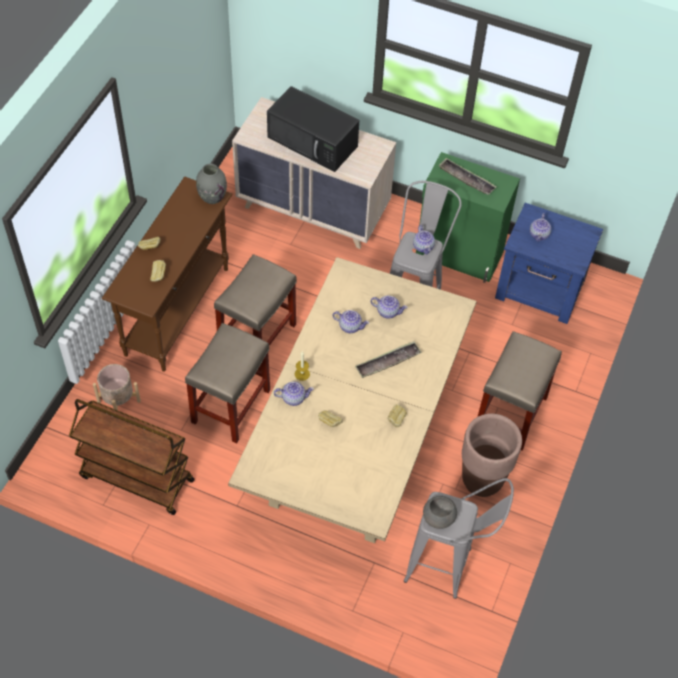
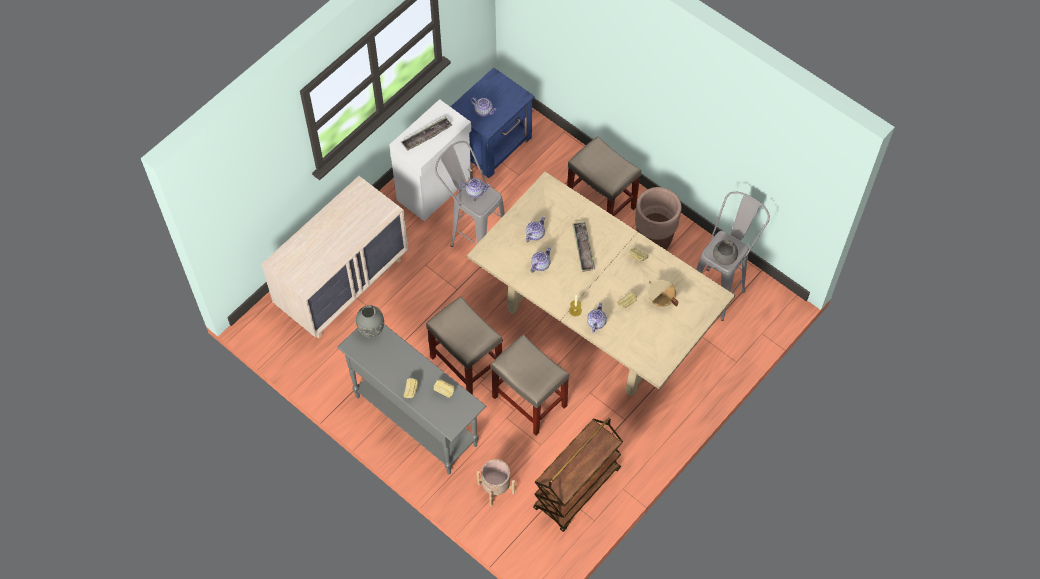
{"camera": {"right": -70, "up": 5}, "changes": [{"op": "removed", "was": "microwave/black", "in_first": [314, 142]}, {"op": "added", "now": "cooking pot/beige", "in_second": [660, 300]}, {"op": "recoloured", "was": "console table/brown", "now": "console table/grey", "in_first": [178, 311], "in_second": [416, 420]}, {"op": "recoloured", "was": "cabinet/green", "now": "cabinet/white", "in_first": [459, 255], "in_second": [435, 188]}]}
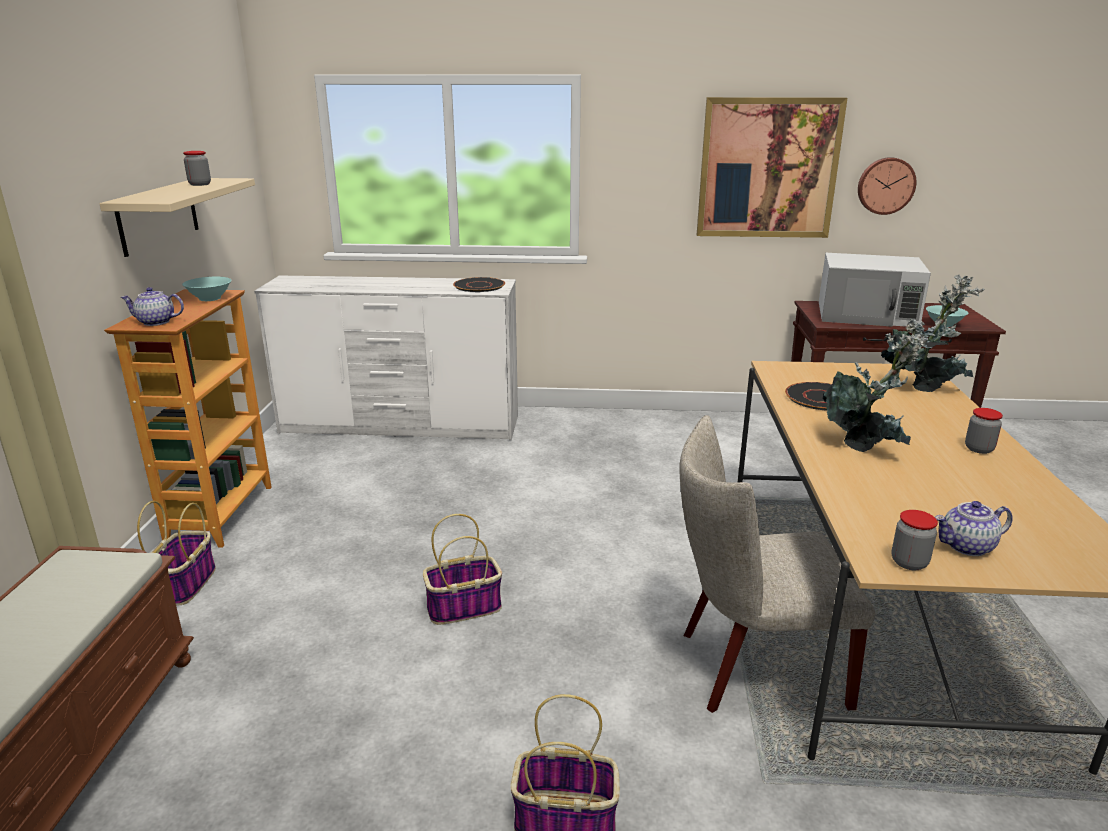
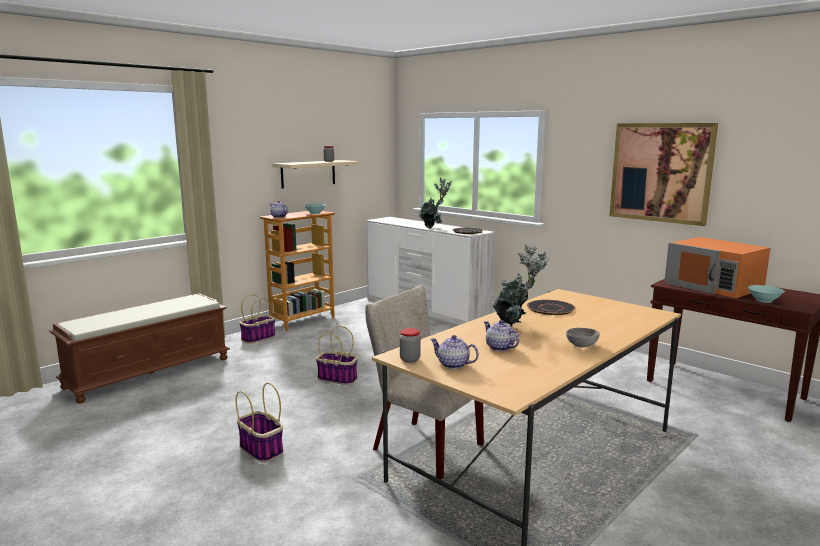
{"camera": {"right": 40, "up": -10}, "changes": [{"op": "removed", "was": "wall clock", "in_first": [885, 185]}, {"op": "added", "now": "teapot", "in_second": [499, 347]}, {"op": "moved", "was": "potted plant", "in_first": [924, 386], "in_second": [433, 228]}, {"op": "replaced", "was": "jar", "now": "bowl/grey", "in_first": [979, 449], "in_second": [581, 345]}, {"op": "recoloured", "was": "microwave/white", "now": "microwave/orange", "in_first": [867, 314], "in_second": [714, 286]}]}
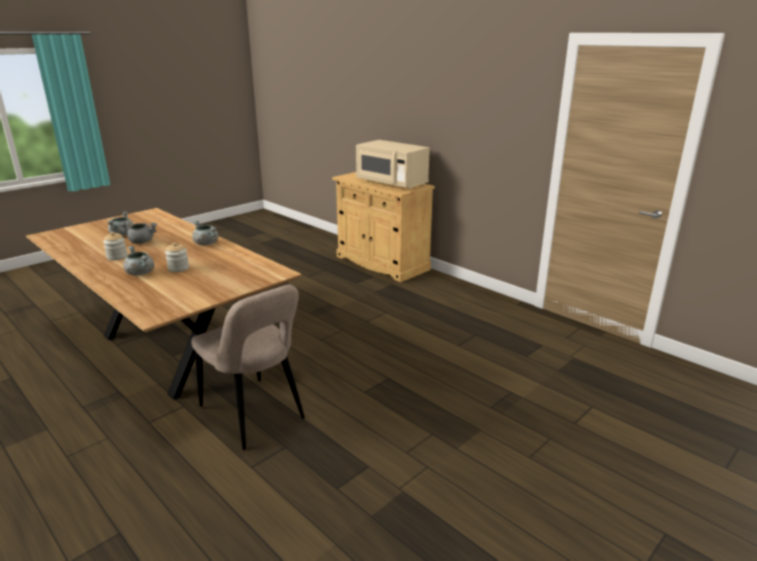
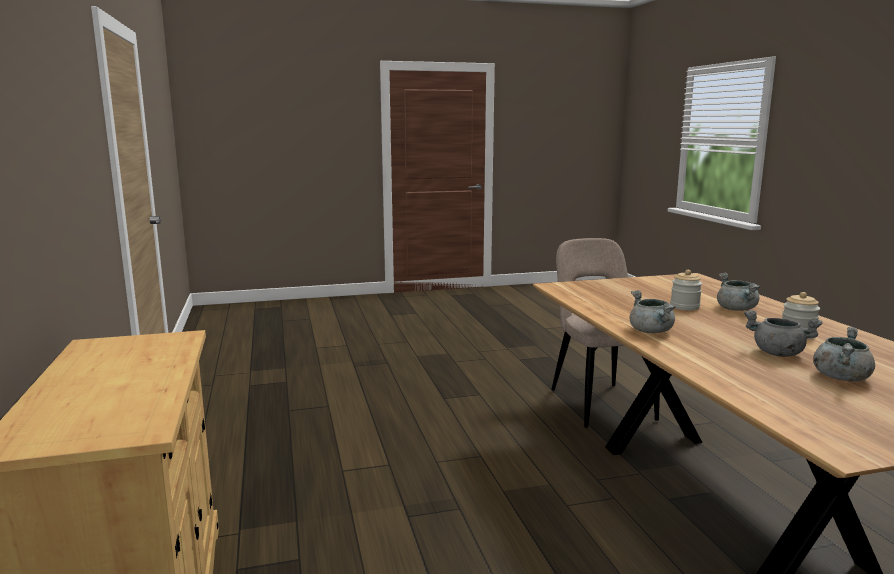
{"camera": {"right": -150, "up": -10}, "changes": [{"op": "removed", "was": "microwave/beige", "in_first": [392, 183]}]}
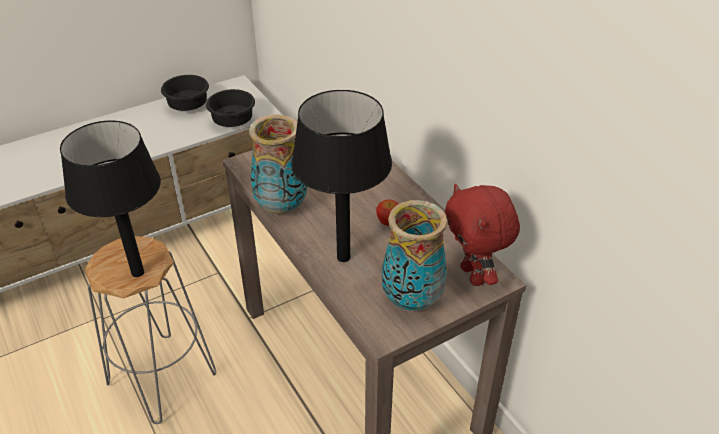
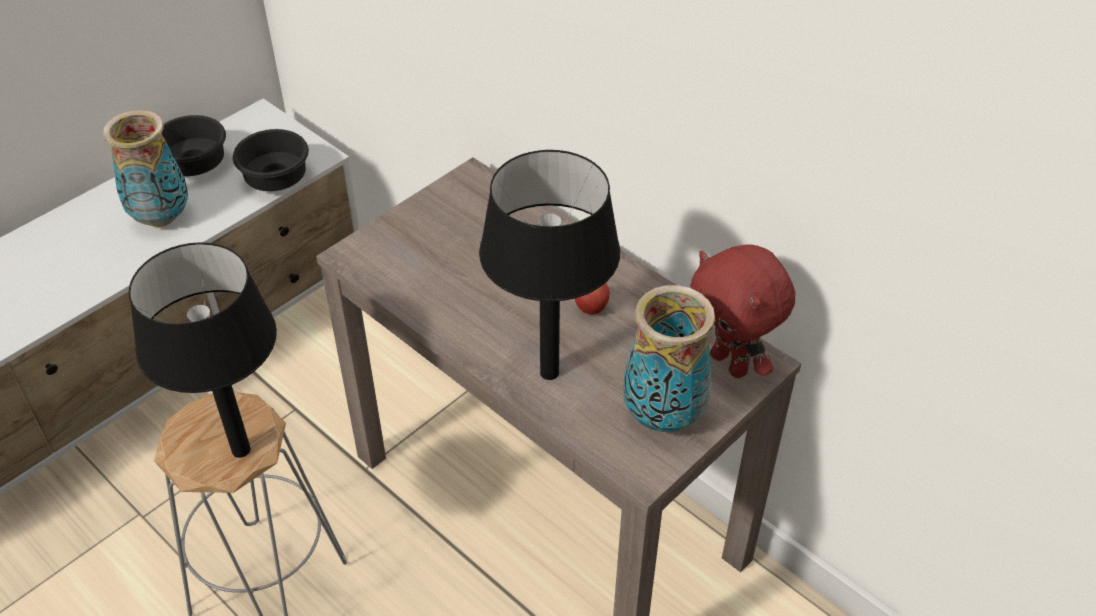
{"camera": {"right": -15, "up": 5}, "changes": [{"op": "moved", "was": "vase", "in_first": [281, 207], "in_second": [162, 218]}]}
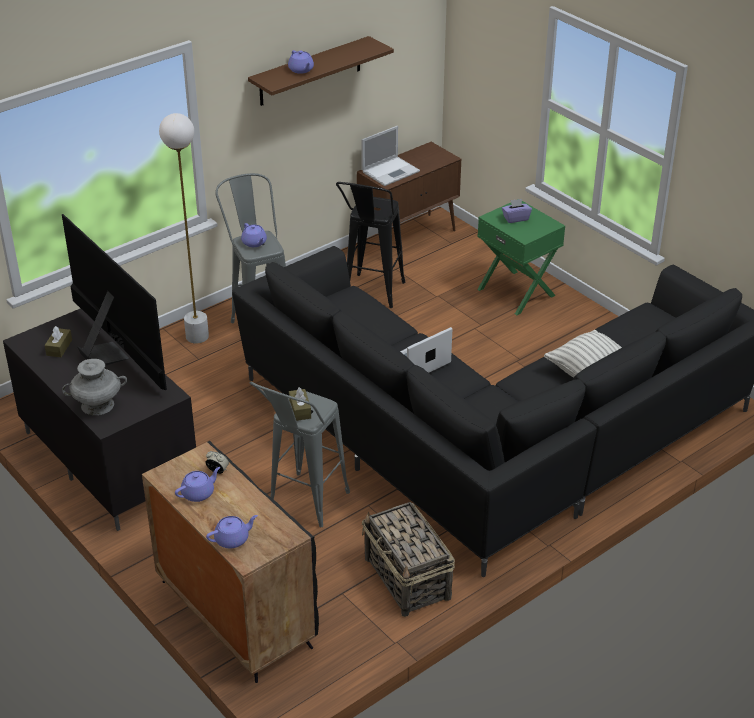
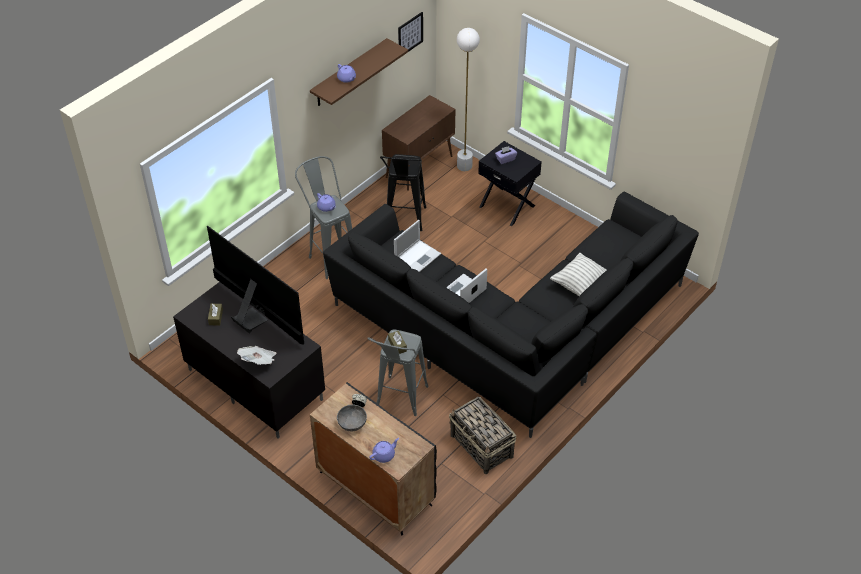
{"camera": {"right": -10, "up": 10}, "changes": [{"op": "added", "now": "picture", "in_second": [410, 34]}, {"op": "moved", "was": "floor lamp/white", "in_first": [197, 337], "in_second": [464, 166]}, {"op": "moved", "was": "laptop", "in_first": [391, 171], "in_second": [418, 256]}, {"op": "replaced", "was": "vase/grey", "now": "newspaper", "in_first": [98, 405], "in_second": [259, 361]}, {"op": "replaced", "was": "teapot/purple", "now": "bowl/grey", "in_first": [198, 493], "in_second": [352, 423]}, {"op": "recoloured", "was": "nightstand/green", "now": "nightstand/black", "in_first": [517, 292], "in_second": [507, 206]}]}
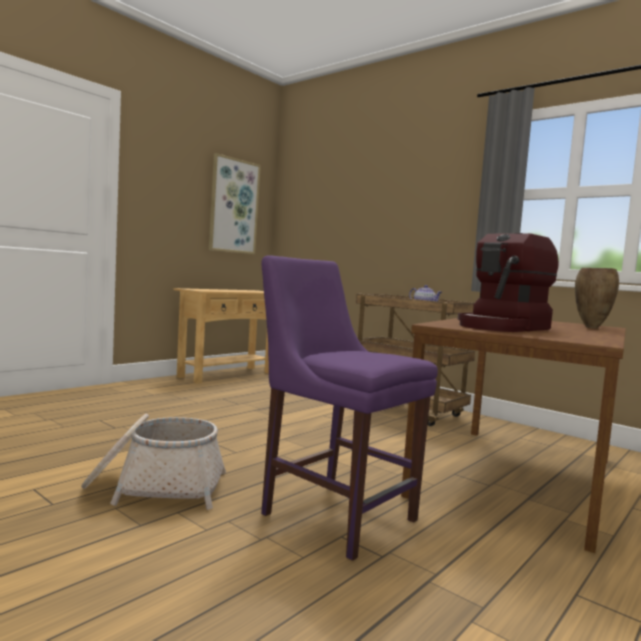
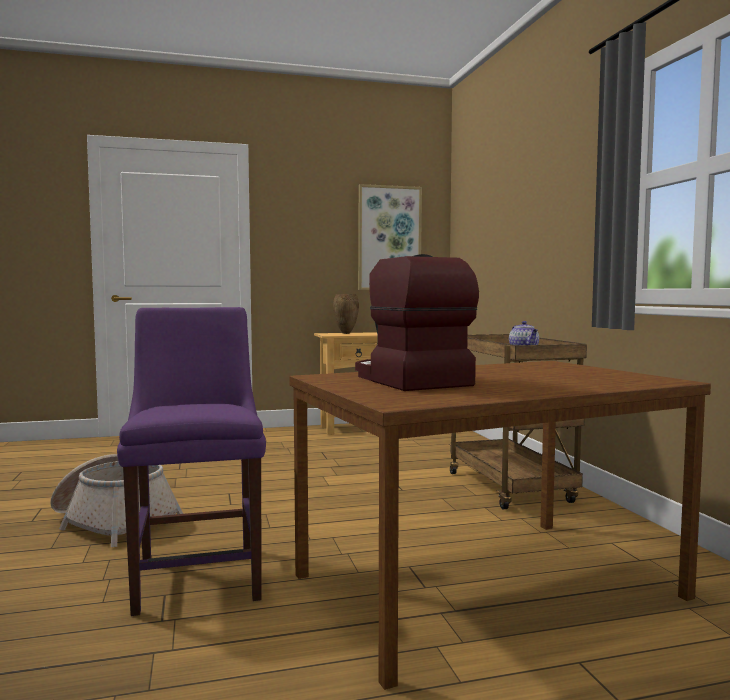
{"camera": {"right": 35, "up": 0}, "changes": [{"op": "moved", "was": "vase/brown", "in_first": [590, 327], "in_second": [345, 333]}, {"op": "turned", "was": "coffee machine", "in_first": [504, 327], "in_second": [408, 380], "clockwise": 75}]}
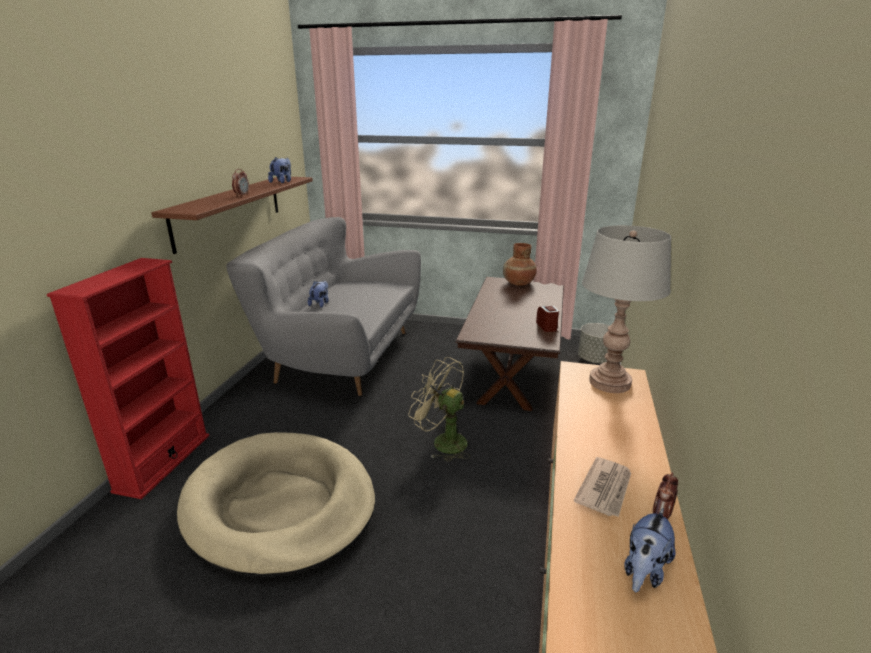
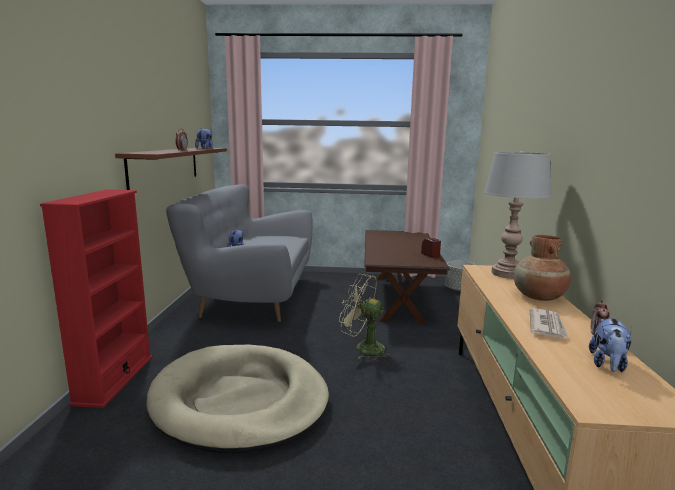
{"camera": {"right": -10, "up": -10}, "changes": [{"op": "moved", "was": "vase/brown", "in_first": [518, 283], "in_second": [538, 297]}]}
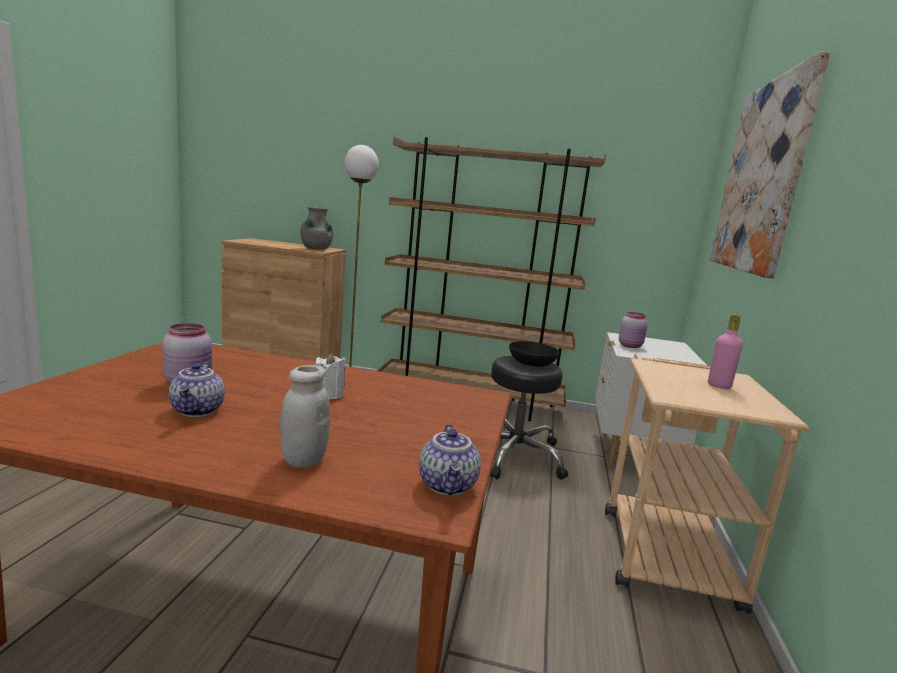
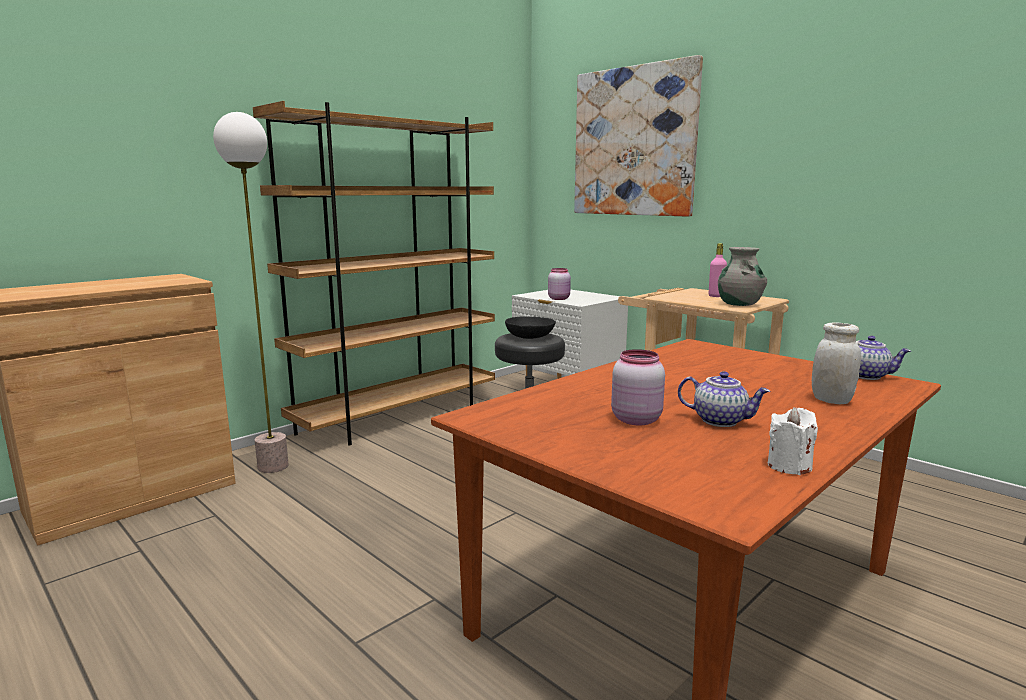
{"camera": {"right": -55, "up": 0}, "changes": [{"op": "moved", "was": "vase/grey", "in_first": [316, 249], "in_second": [739, 304]}, {"op": "moved", "was": "candle/white", "in_first": [329, 394], "in_second": [789, 466]}]}
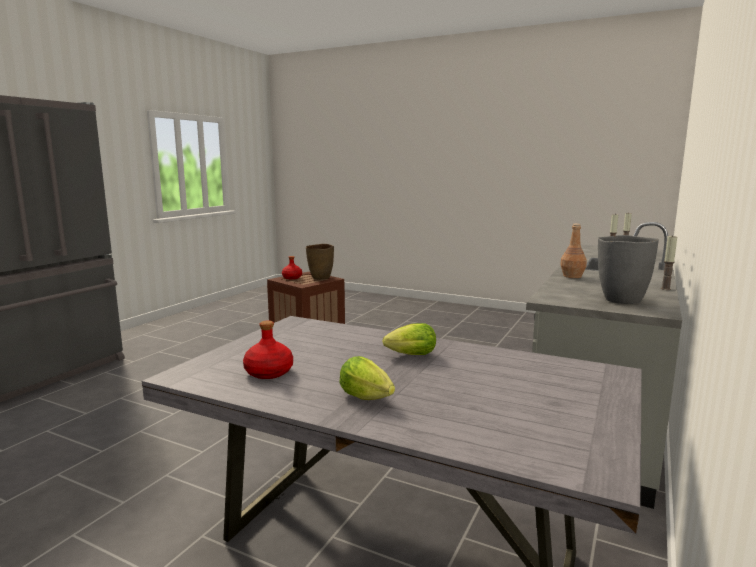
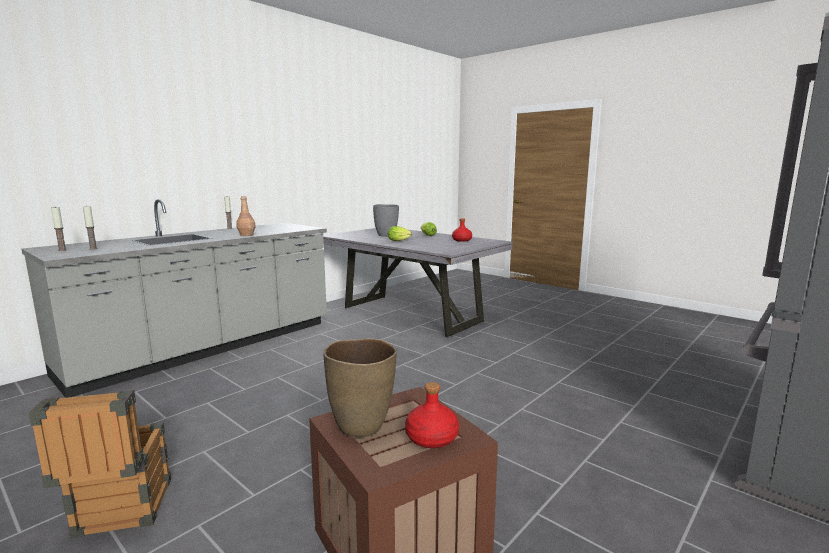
{"camera": {"right": -165, "up": 0}, "changes": [{"op": "added", "now": "crate", "in_second": [119, 515]}, {"op": "moved", "was": "vase/grey", "in_first": [621, 300], "in_second": [386, 235]}]}
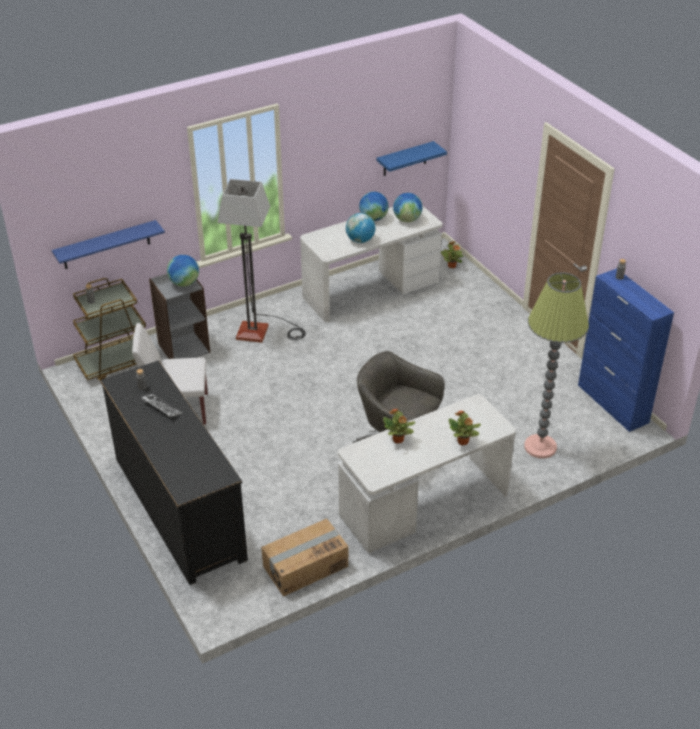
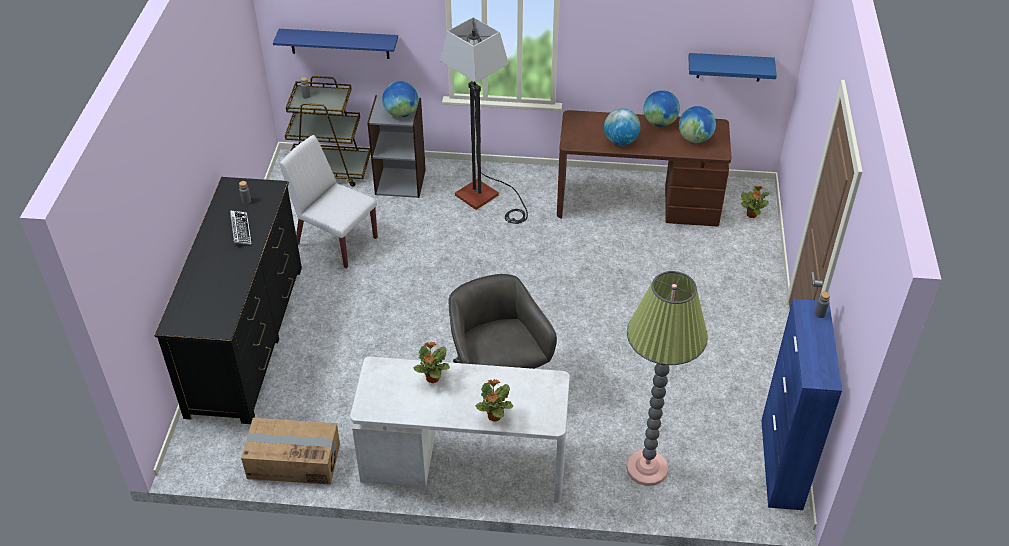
{"camera": {"right": 35, "up": 5}, "changes": [{"op": "recoloured", "was": "desk/white", "now": "desk/brown", "in_first": [370, 289], "in_second": [638, 202]}]}
